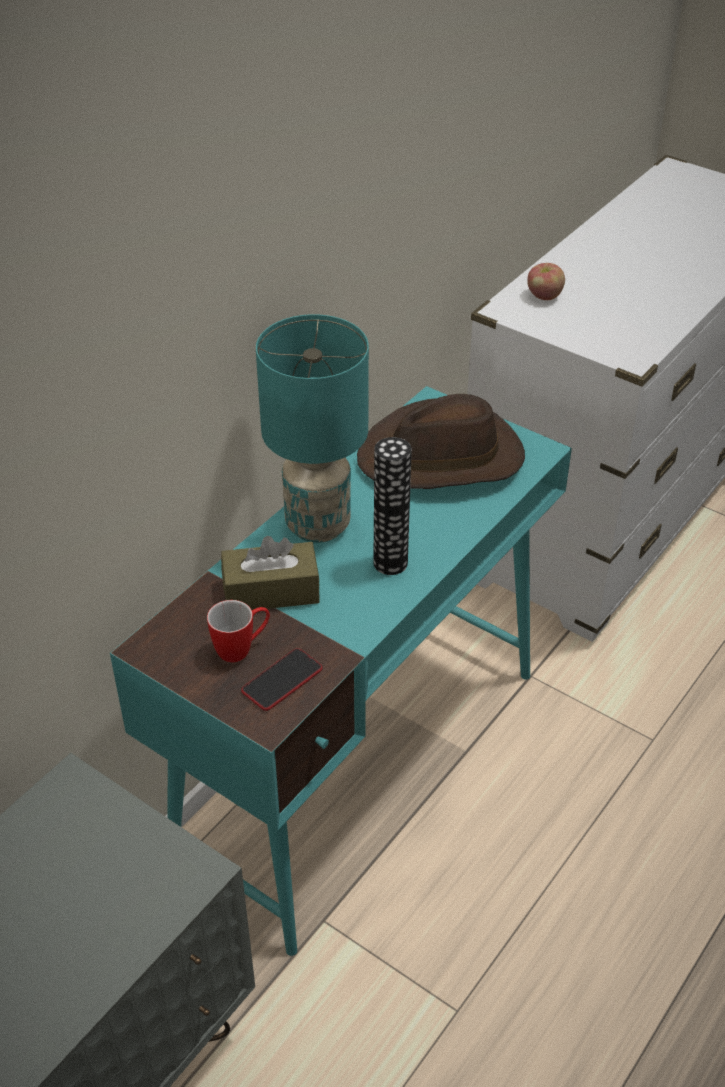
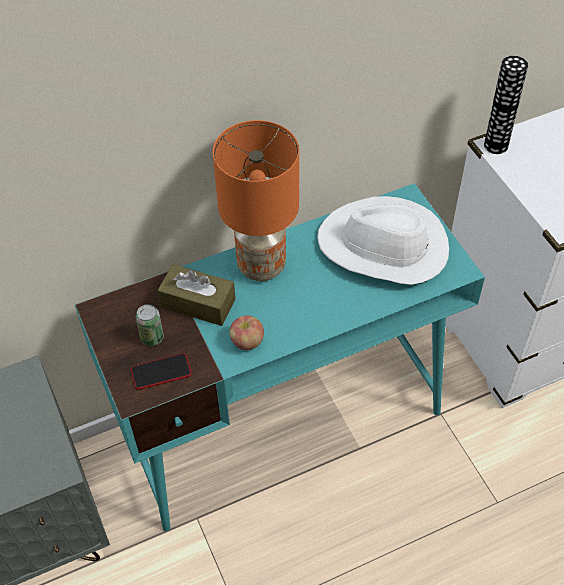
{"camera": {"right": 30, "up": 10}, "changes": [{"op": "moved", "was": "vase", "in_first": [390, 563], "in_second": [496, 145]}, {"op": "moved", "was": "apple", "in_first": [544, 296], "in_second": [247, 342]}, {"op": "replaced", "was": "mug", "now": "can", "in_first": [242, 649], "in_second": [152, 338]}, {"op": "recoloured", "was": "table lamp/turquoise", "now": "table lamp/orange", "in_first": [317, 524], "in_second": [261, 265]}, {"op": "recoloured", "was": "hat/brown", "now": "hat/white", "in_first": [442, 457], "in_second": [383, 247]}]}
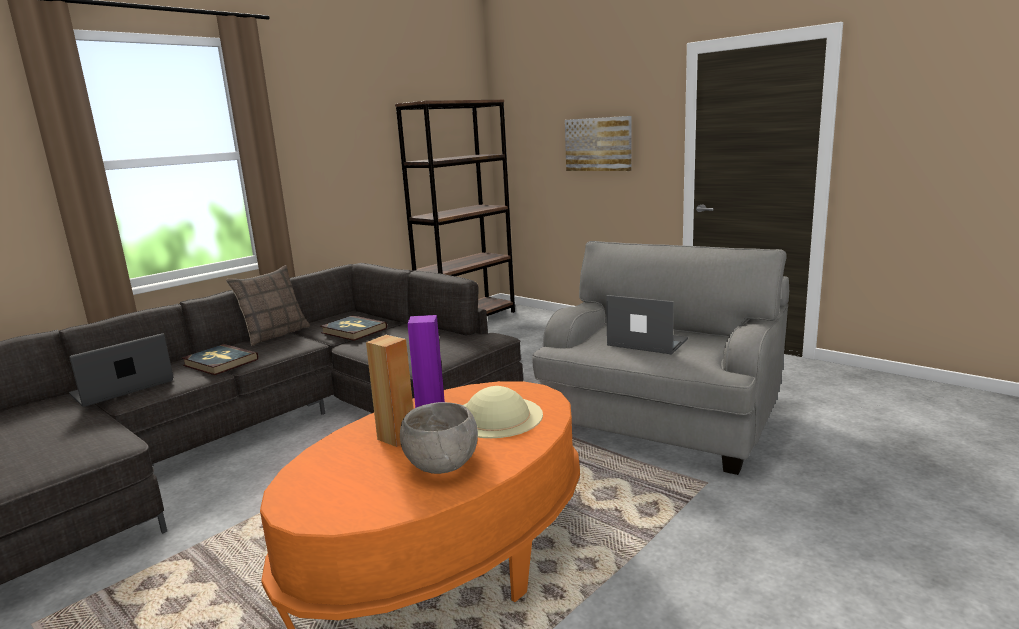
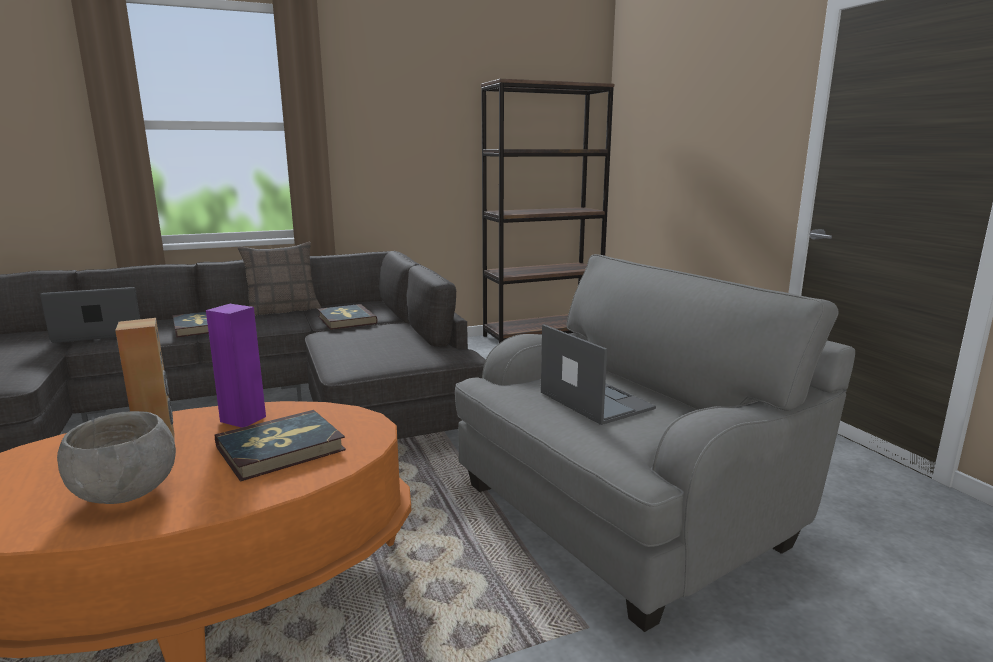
{"camera": {"right": 25, "up": 0}, "changes": [{"op": "removed", "was": "picture", "in_first": [598, 144]}, {"op": "replaced", "was": "hat/beige", "now": "book", "in_first": [496, 416], "in_second": [281, 449]}]}
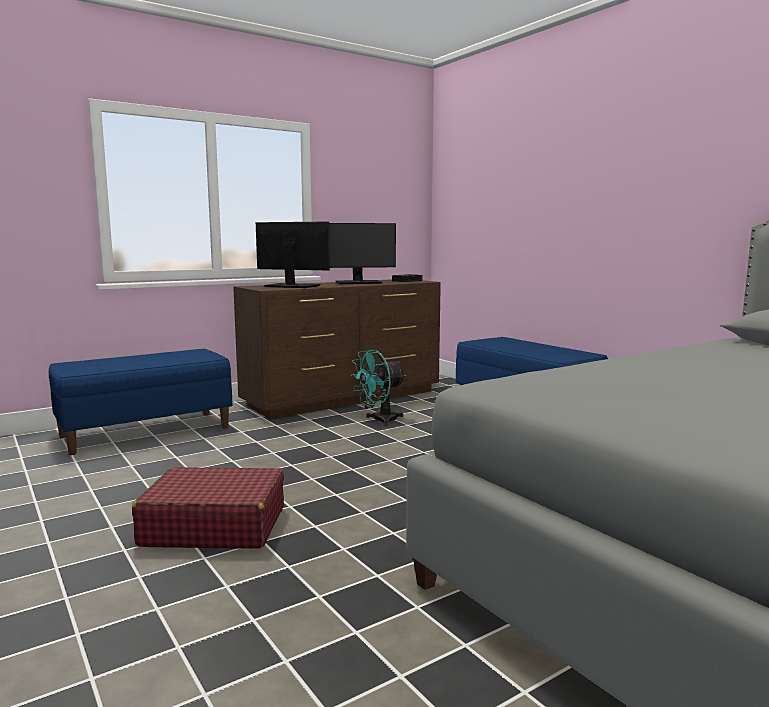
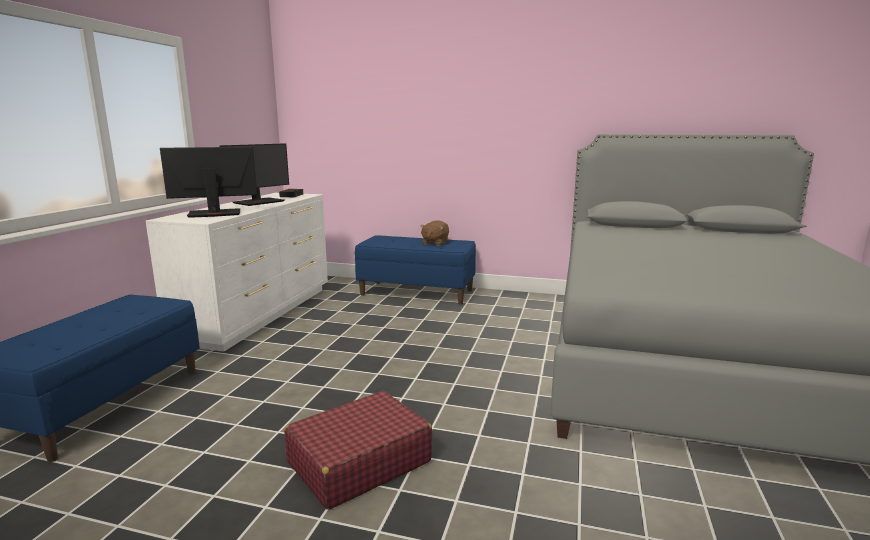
{"camera": {"right": -40, "up": 5}, "changes": [{"op": "removed", "was": "fan/turquoise", "in_first": [379, 420]}, {"op": "added", "now": "plush toy/brown", "in_second": [435, 243]}, {"op": "recoloured", "was": "dresser/brown", "now": "dresser/white", "in_first": [344, 398], "in_second": [260, 313]}]}
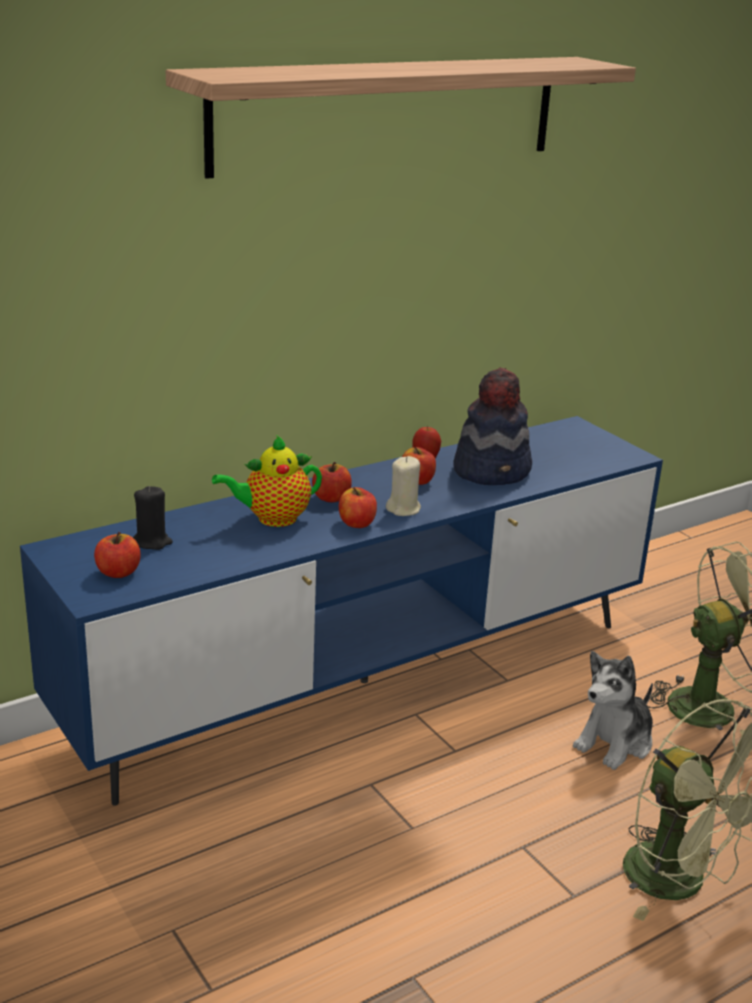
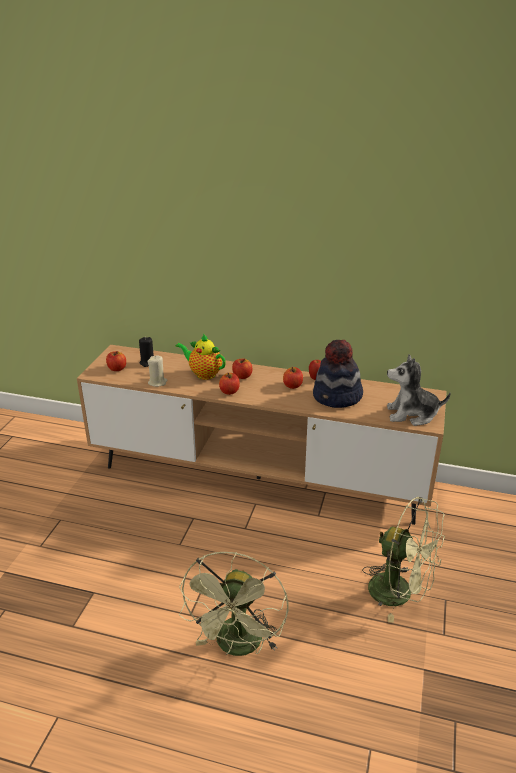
{"camera": {"right": 50, "up": 5}, "changes": [{"op": "removed", "was": "shelf", "in_first": [390, 113]}, {"op": "moved", "was": "candle/beige", "in_first": [403, 509], "in_second": [157, 382]}, {"op": "moved", "was": "plush toy", "in_first": [615, 742], "in_second": [412, 414]}, {"op": "recoloured", "was": "tv stand/blue", "now": "tv stand/brown", "in_first": [365, 681], "in_second": [258, 478]}]}
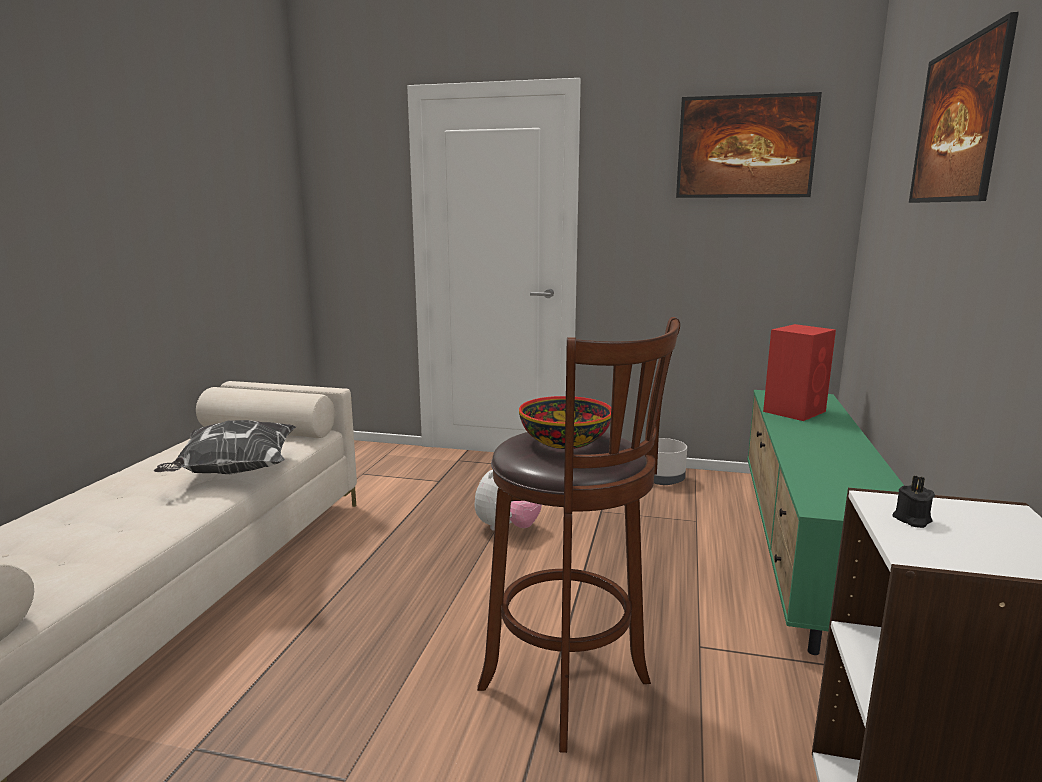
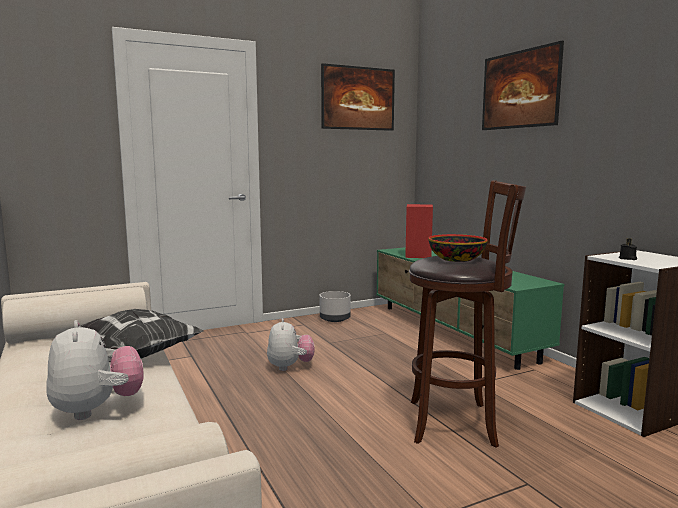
{"camera": {"right": -40, "up": -5}, "changes": [{"op": "added", "now": "plush toy", "in_second": [97, 409]}]}
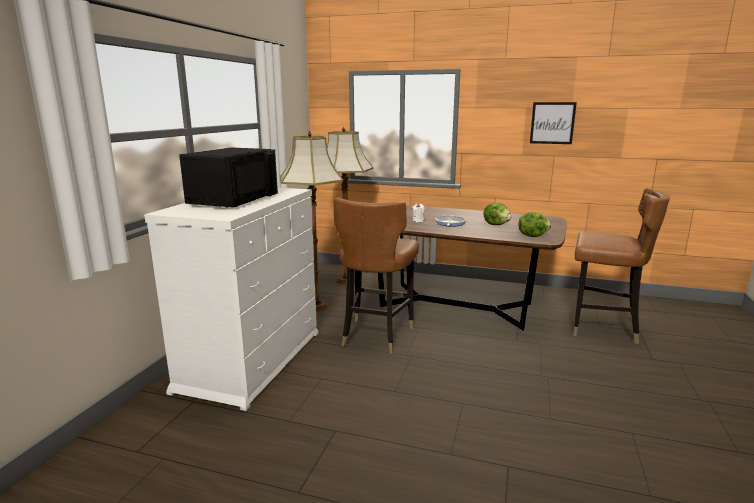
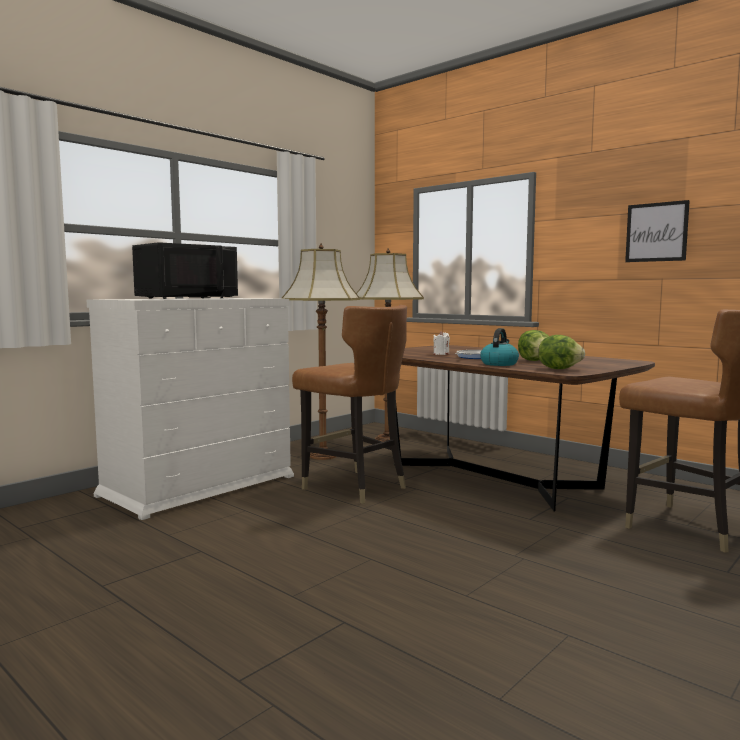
{"camera": {"right": 25, "up": -10}, "changes": [{"op": "added", "now": "kettle", "in_second": [499, 364]}, {"op": "turned", "was": "chair/brown", "in_first": [376, 335], "in_second": [354, 487], "clockwise": -90}]}
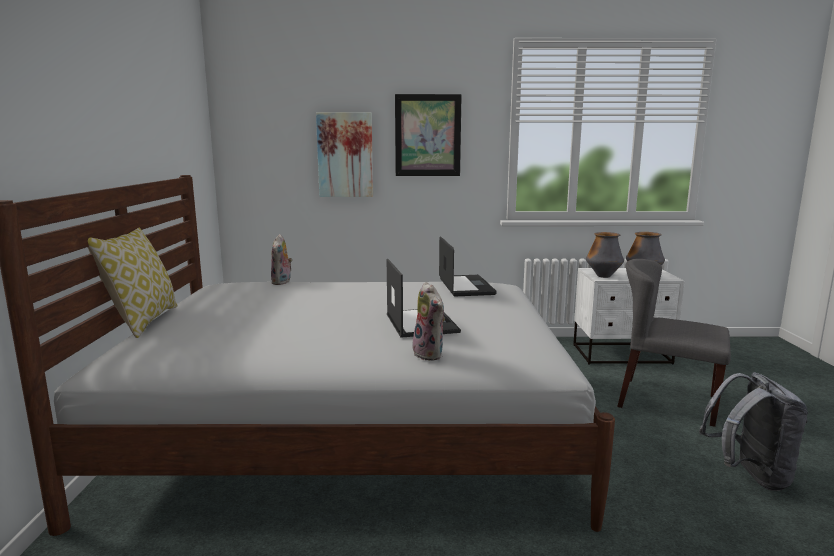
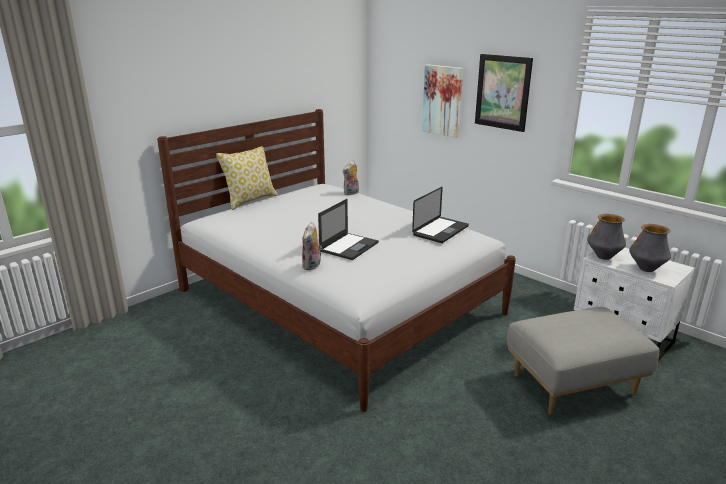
{"camera": {"right": 45, "up": 10}, "changes": [{"op": "removed", "was": "backpack/grey", "in_first": [749, 475]}, {"op": "replaced", "was": "chair/grey", "now": "ottoman/grey", "in_first": [666, 401], "in_second": [573, 383]}]}
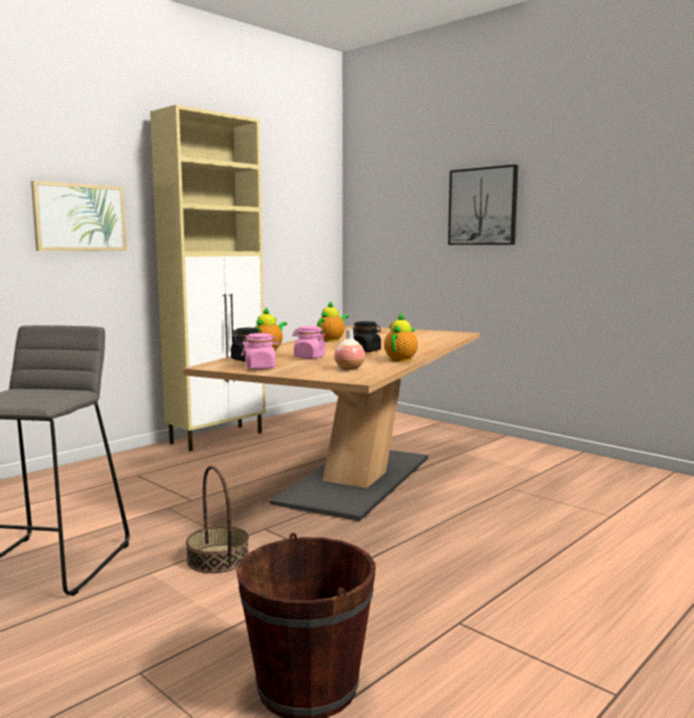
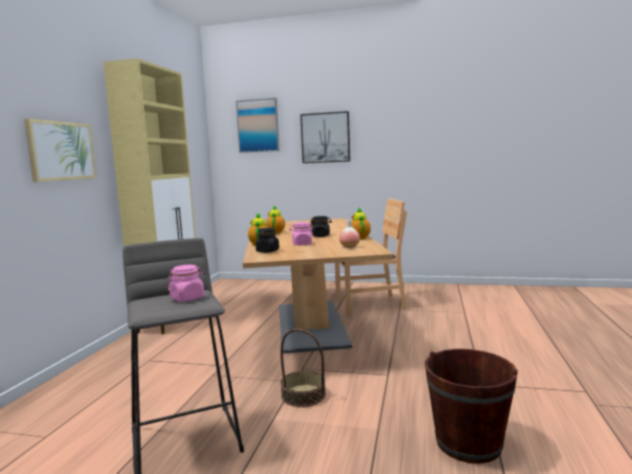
{"camera": {"right": -30, "up": 0}, "changes": [{"op": "added", "now": "picture", "in_second": [258, 126]}, {"op": "added", "now": "chair/brown", "in_second": [369, 305]}, {"op": "moved", "was": "jar/pink", "in_first": [260, 368], "in_second": [187, 298]}]}
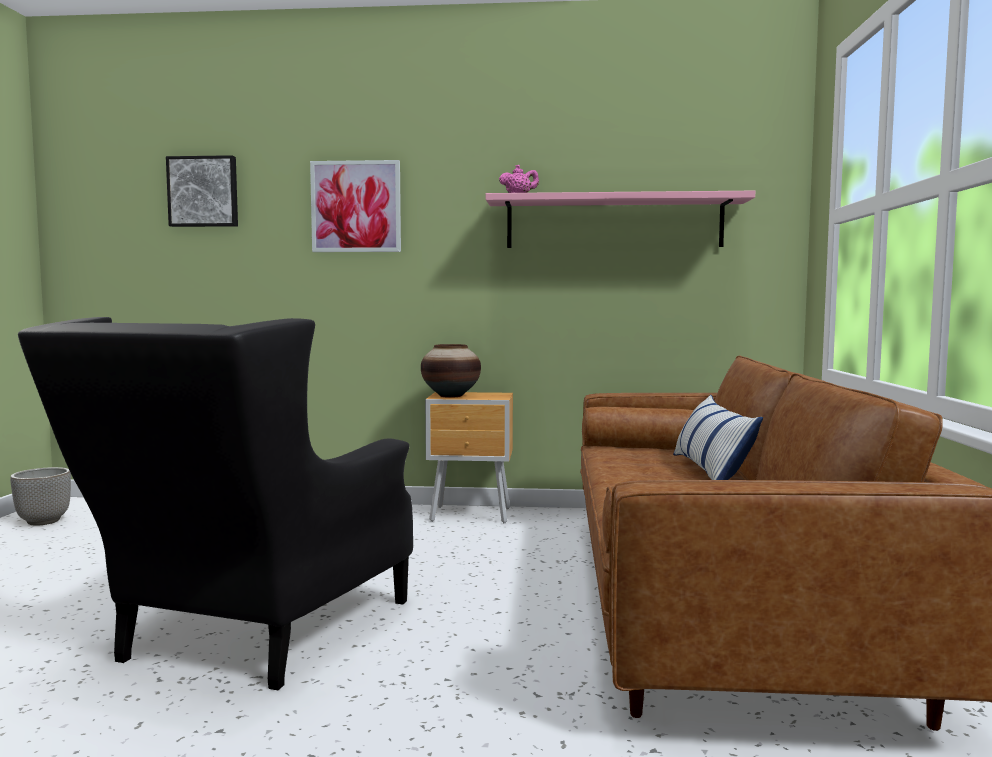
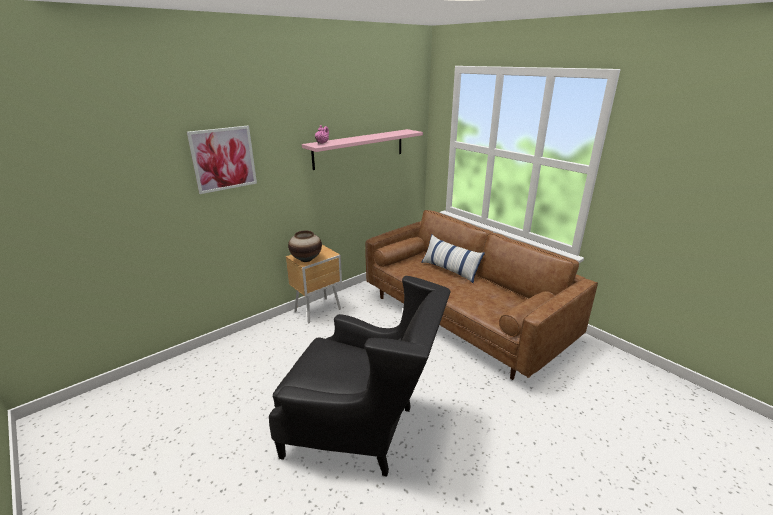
{"camera": {"right": -45, "up": 20}, "changes": [{"op": "removed", "was": "planter", "in_first": [44, 521]}, {"op": "removed", "was": "picture", "in_first": [204, 192]}, {"op": "turned", "was": "armchair/black", "in_first": [247, 637], "in_second": [362, 430], "clockwise": -45}]}
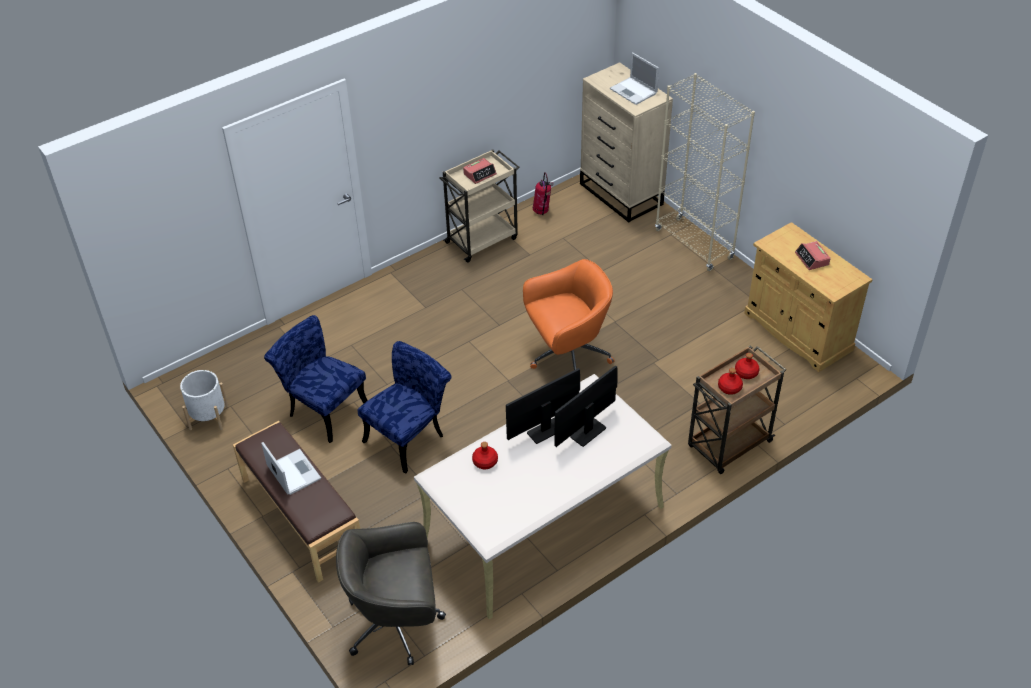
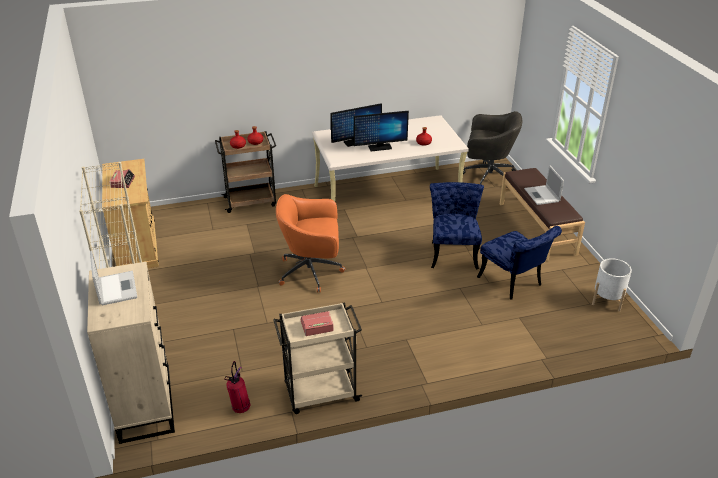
{"camera": {"right": -160, "up": -10}, "changes": [{"op": "turned", "was": "chair/blue", "in_first": [409, 436], "in_second": [453, 252], "clockwise": 120}]}
